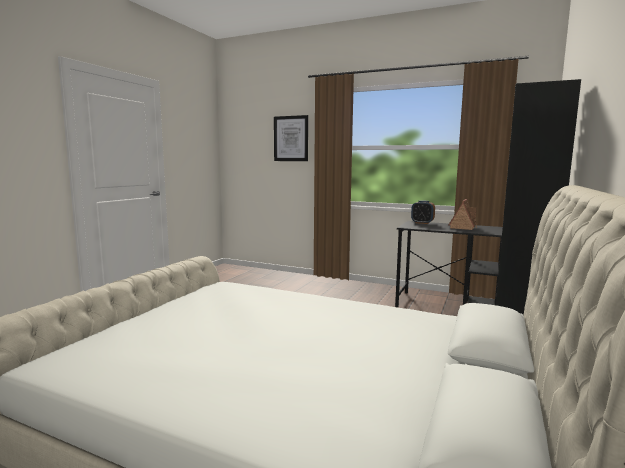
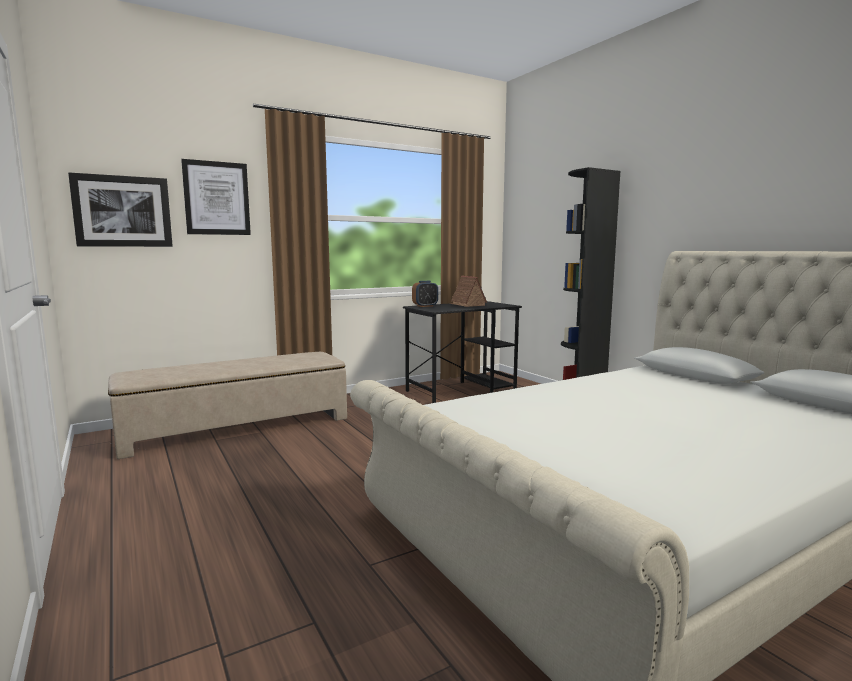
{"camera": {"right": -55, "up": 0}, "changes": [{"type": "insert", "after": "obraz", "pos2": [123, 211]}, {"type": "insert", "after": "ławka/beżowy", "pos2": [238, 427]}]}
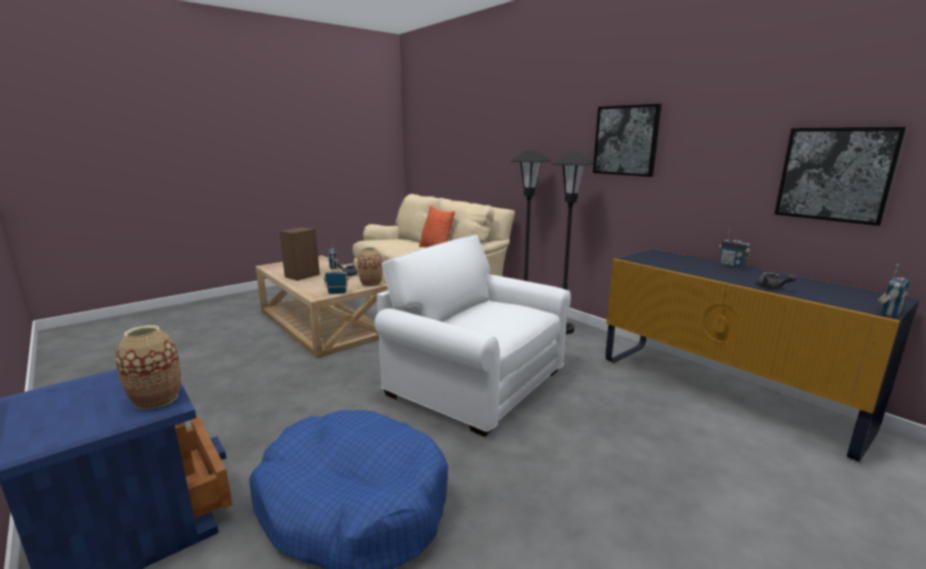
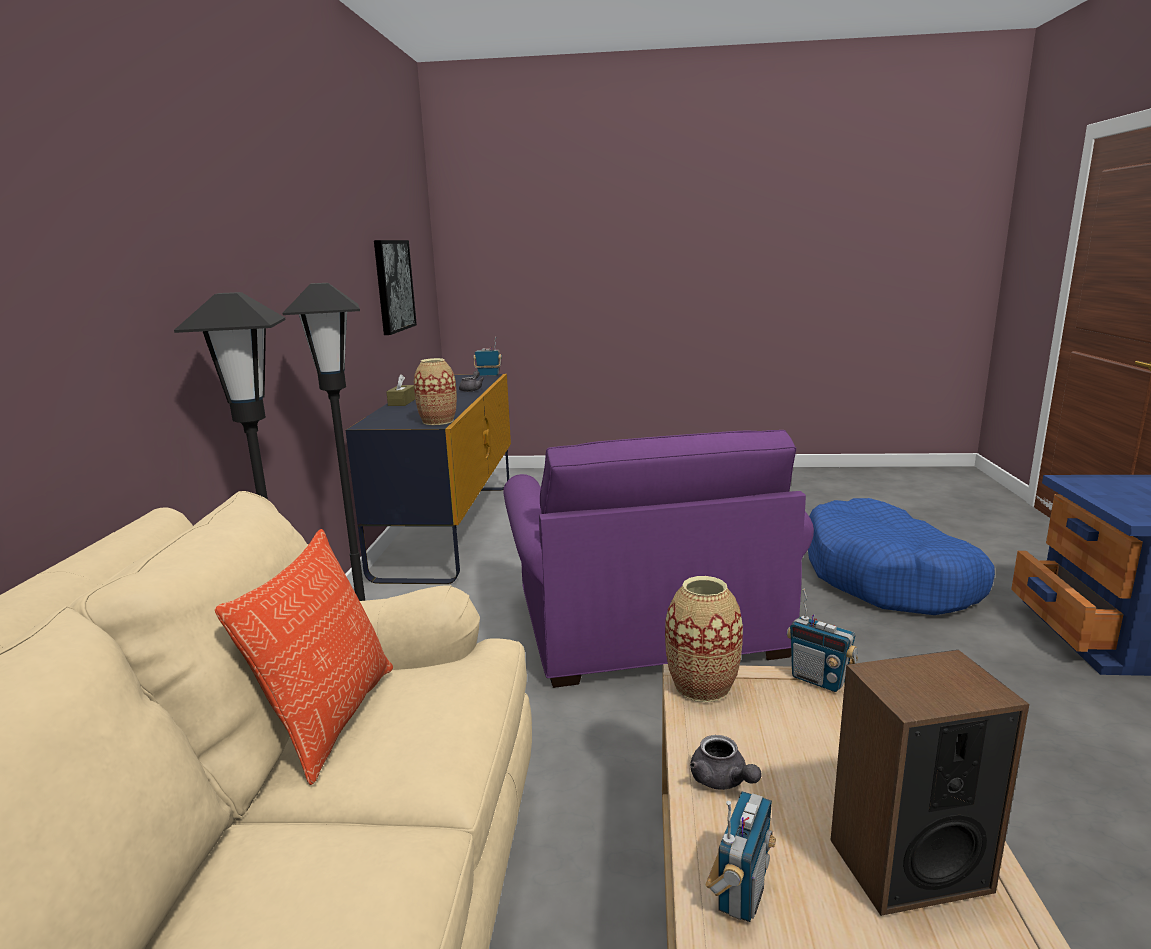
{"camera": {"right": -135, "up": 0}, "changes": [{"type": "delete", "before": "obraz", "pos1": [626, 140]}, {"type": "move", "before": "wazon", "pos1": [156, 399], "pos2": [438, 421]}, {"type": "replace", "before": "radio", "after": "pudełko chusteczek/brązowy", "pos1": [731, 266], "pos2": [402, 402]}, {"type": "recolor", "before": "fotel/biały", "after": "fotel/fioletowy", "pos1": [477, 382], "pos2": [646, 624]}]}
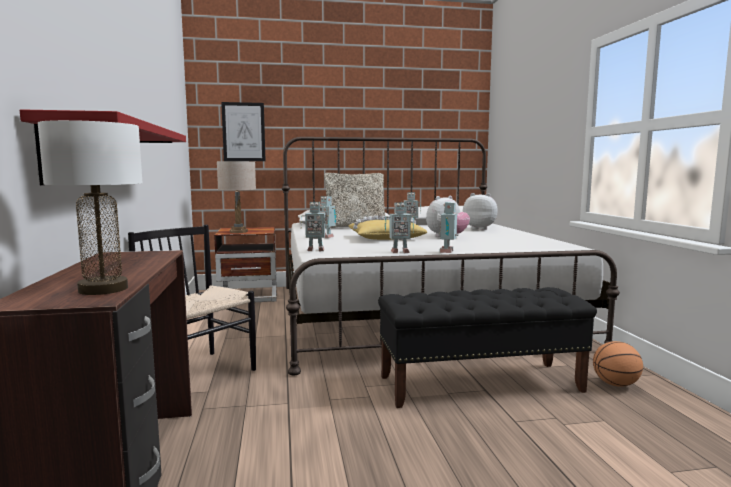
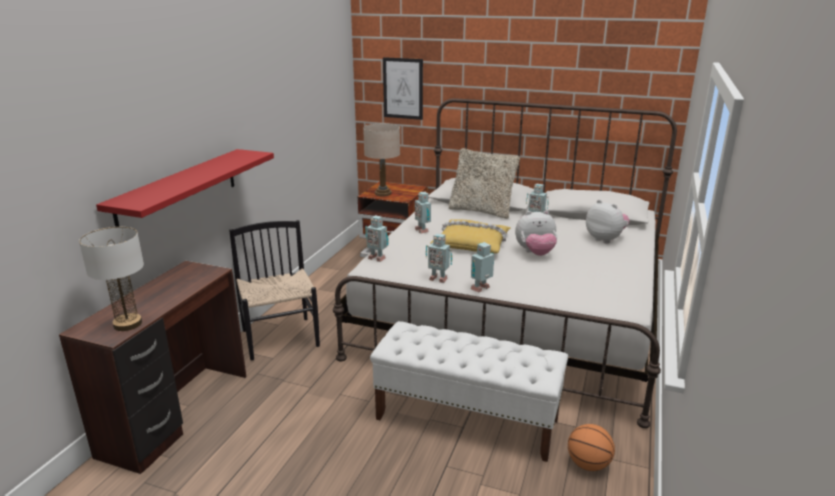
{"camera": {"right": 30, "up": 15}, "changes": [{"type": "recolor", "before": "ławka/czarny", "after": "ławka/biały", "pos1": [480, 384], "pos2": [467, 419]}]}
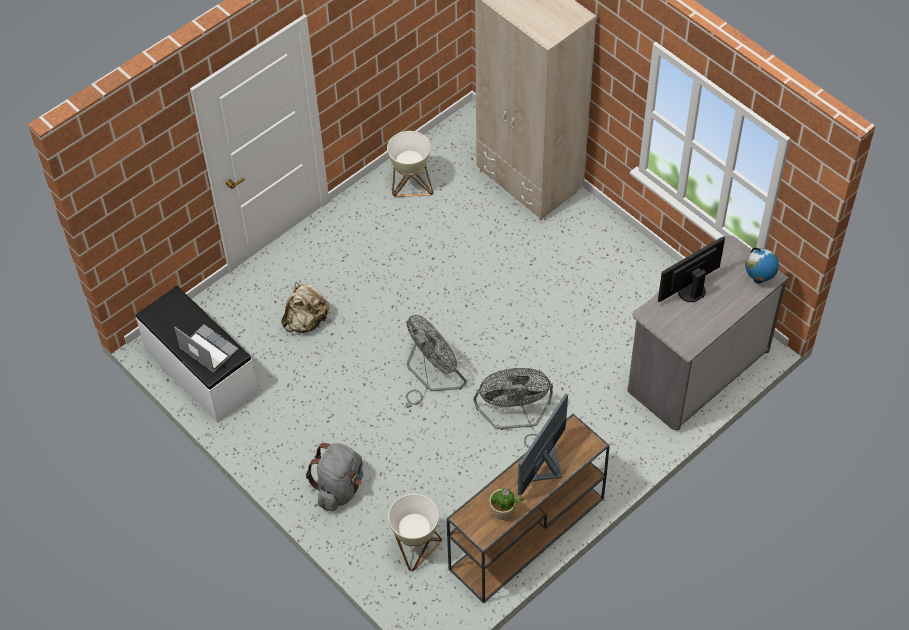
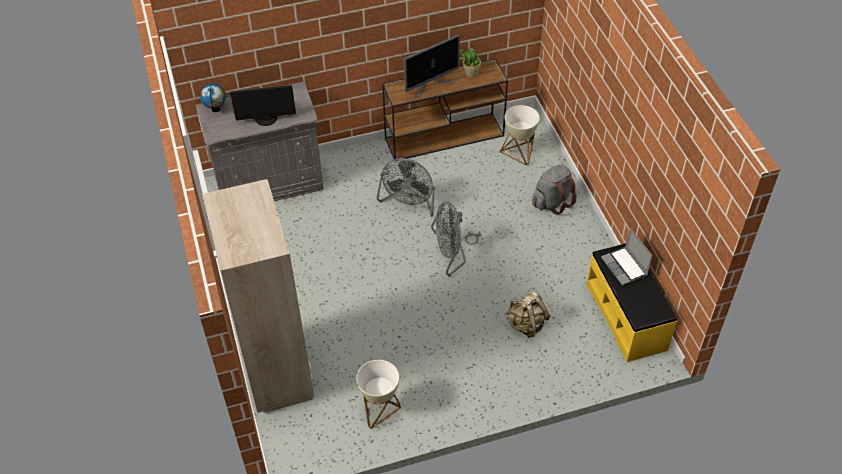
{"camera": {"right": -155, "up": -5}, "changes": [{"type": "recolor", "before": "ławka/biały", "after": "ławka/żółty", "pos1": [200, 372], "pos2": [626, 316]}]}
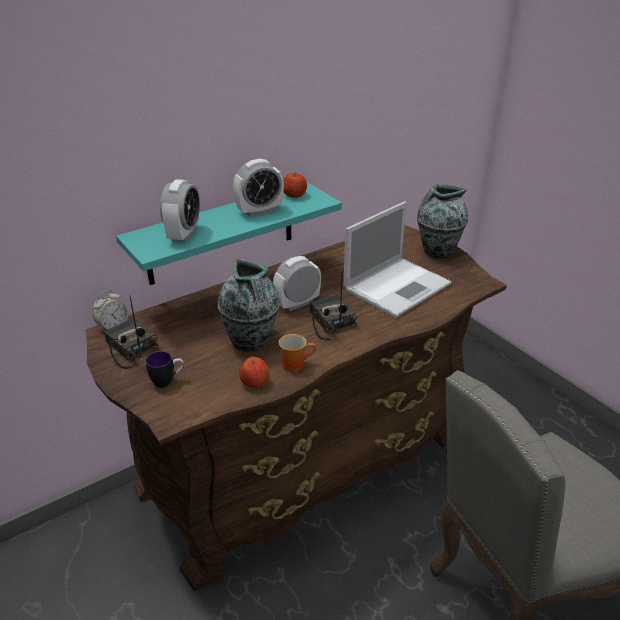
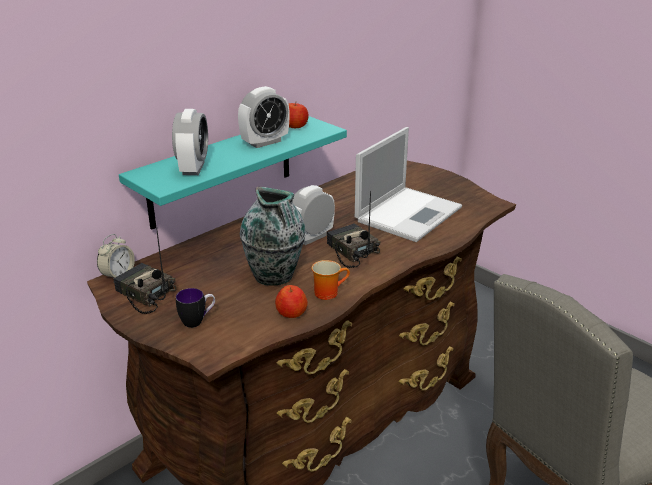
{"camera": {"right": -10, "up": -5}, "changes": [{"type": "delete", "before": "wazon", "pos1": [437, 251]}]}
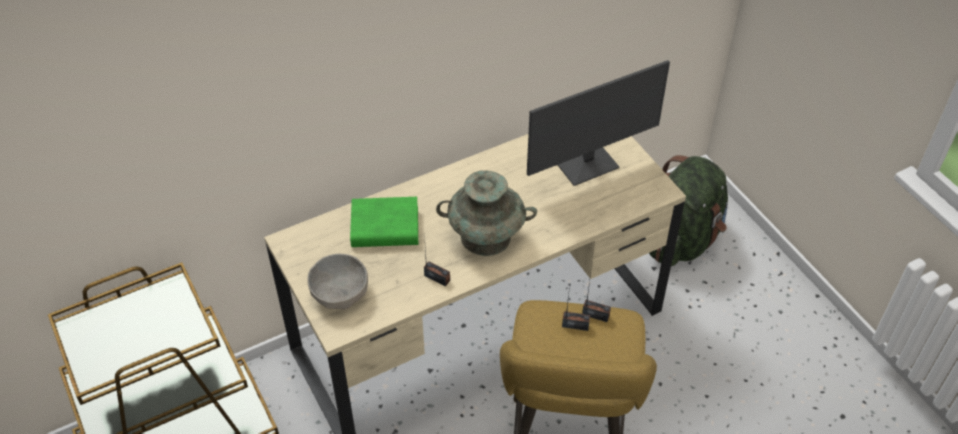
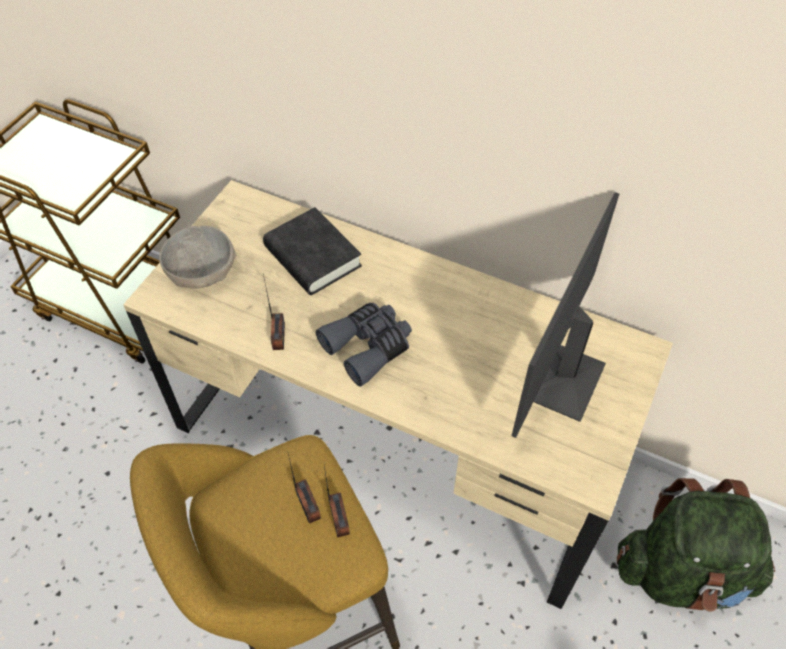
{"camera": {"right": 55, "up": 5}, "changes": [{"type": "replace", "before": "wazon/turkusowy", "after": "lornetka/szary", "pos1": [486, 237], "pos2": [368, 346]}, {"type": "recolor", "before": "książka/zielony", "after": "książka/czarny", "pos1": [385, 227], "pos2": [312, 257]}, {"type": "rotate", "before": "monitor", "pos1": [587, 164], "pos2": [561, 379], "turn": 90}]}
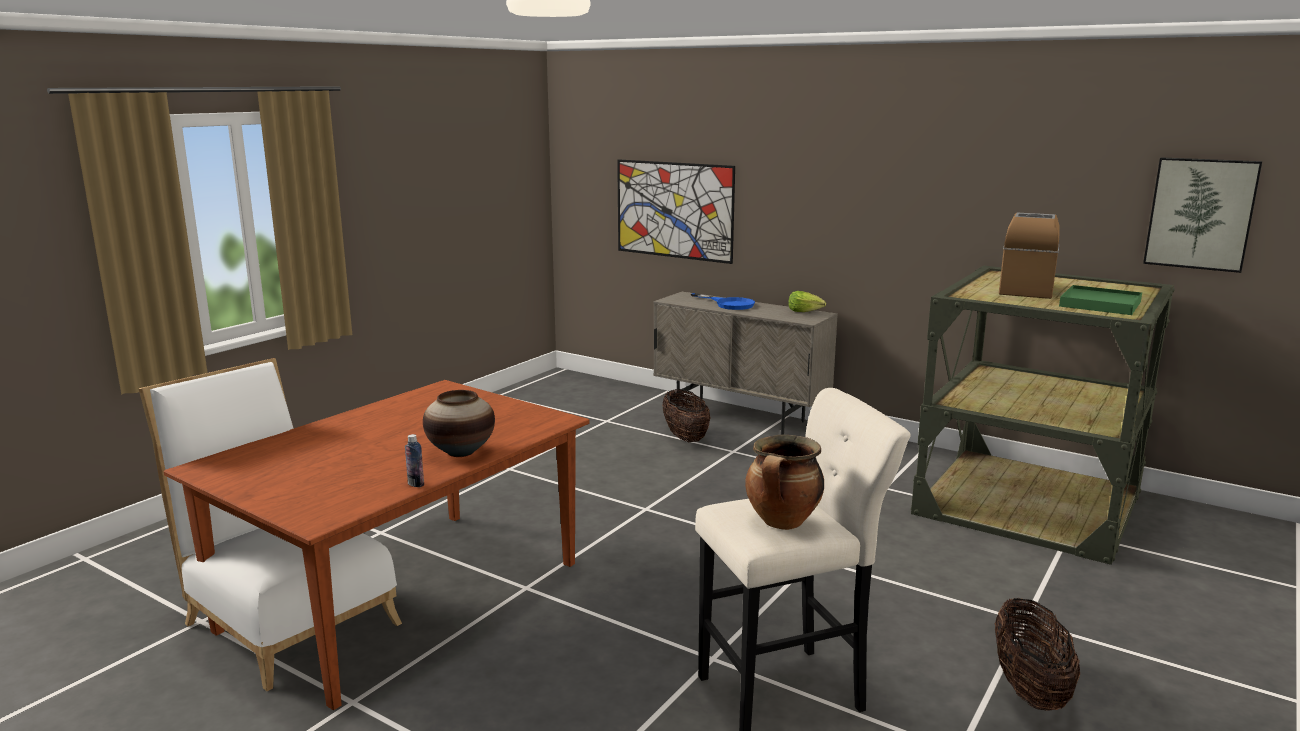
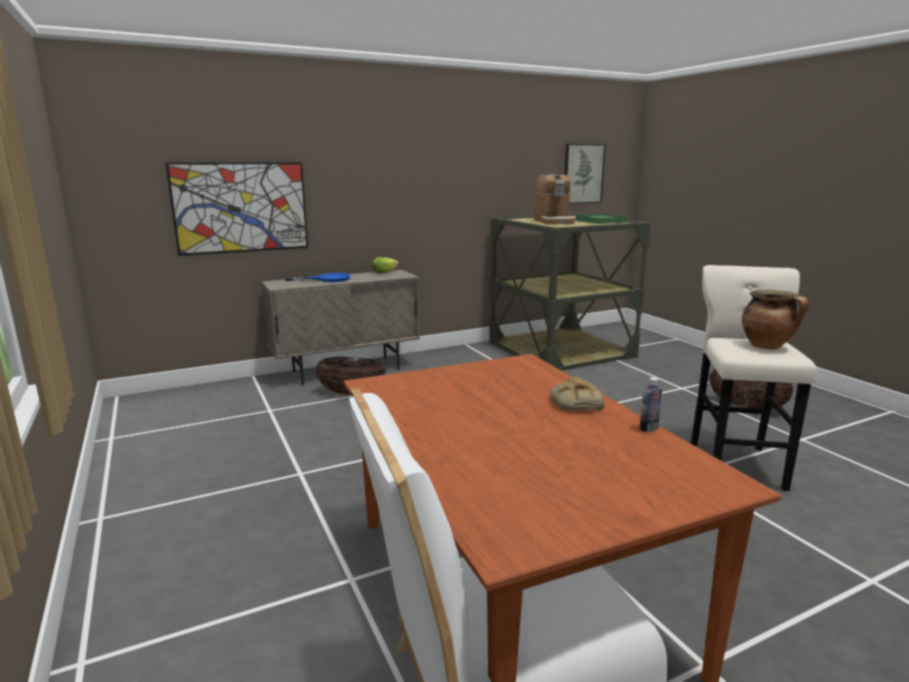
{"camera": {"right": -60, "up": 0}, "changes": [{"type": "replace", "before": "wazon", "after": "chleb", "pos1": [461, 452], "pos2": [575, 402]}, {"type": "rotate", "before": "ekspres do kawy", "pos1": [1026, 289], "pos2": [553, 221], "turn": -150}]}
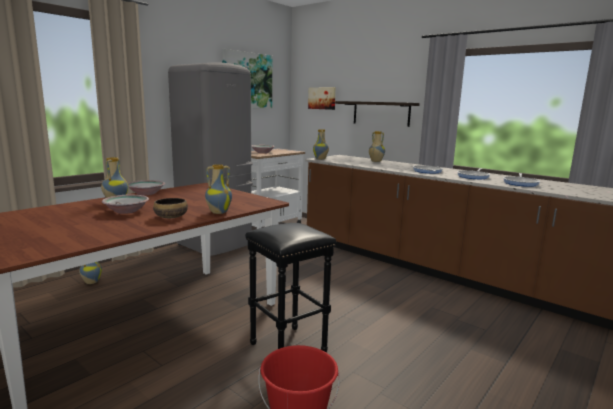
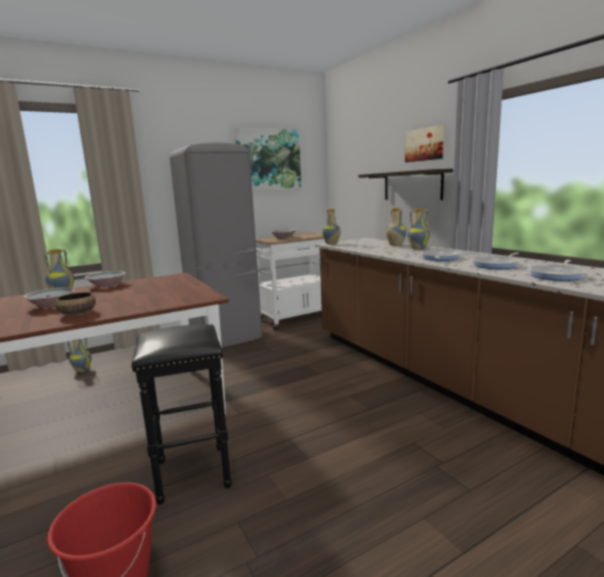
{"camera": {"right": 20, "up": 0}, "changes": [{"type": "move", "before": "wazon", "pos1": [218, 212], "pos2": [417, 248]}, {"type": "move", "before": "obraz", "pos1": [322, 98], "pos2": [425, 144]}]}
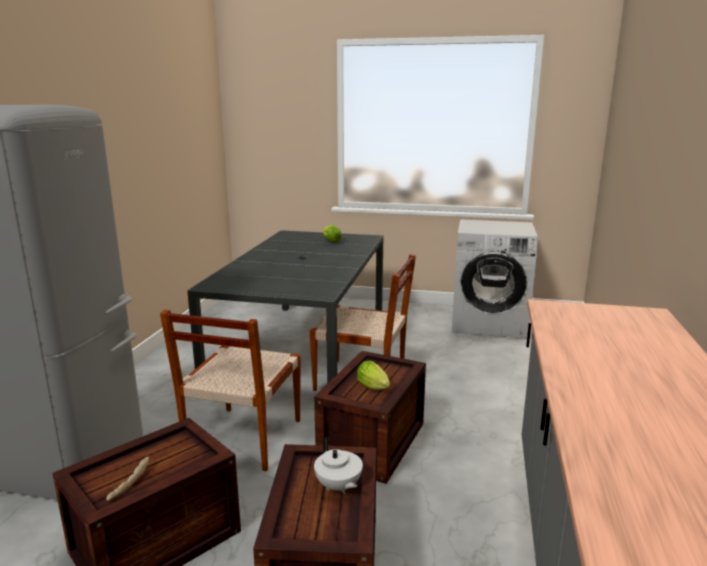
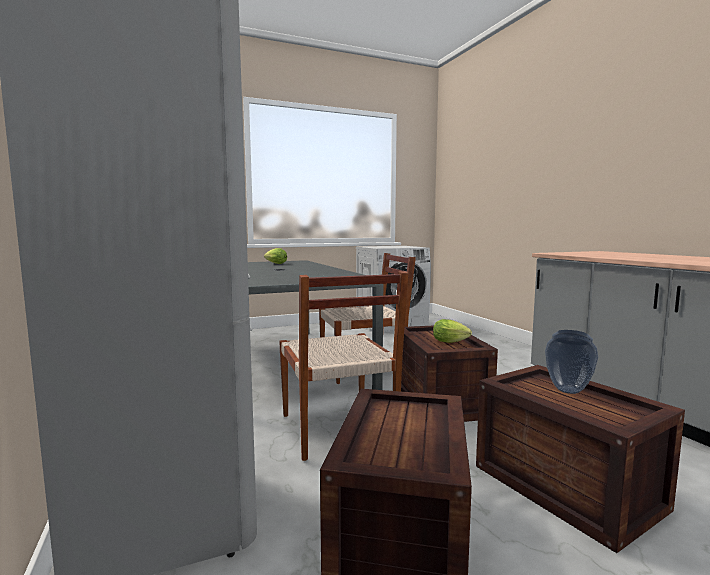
{"camera": {"right": -35, "up": -10}, "changes": [{"type": "delete", "before": "chleb", "pos1": [129, 483]}, {"type": "replace", "before": "imbryk/biały", "after": "wazon", "pos1": [338, 487], "pos2": [569, 390]}]}
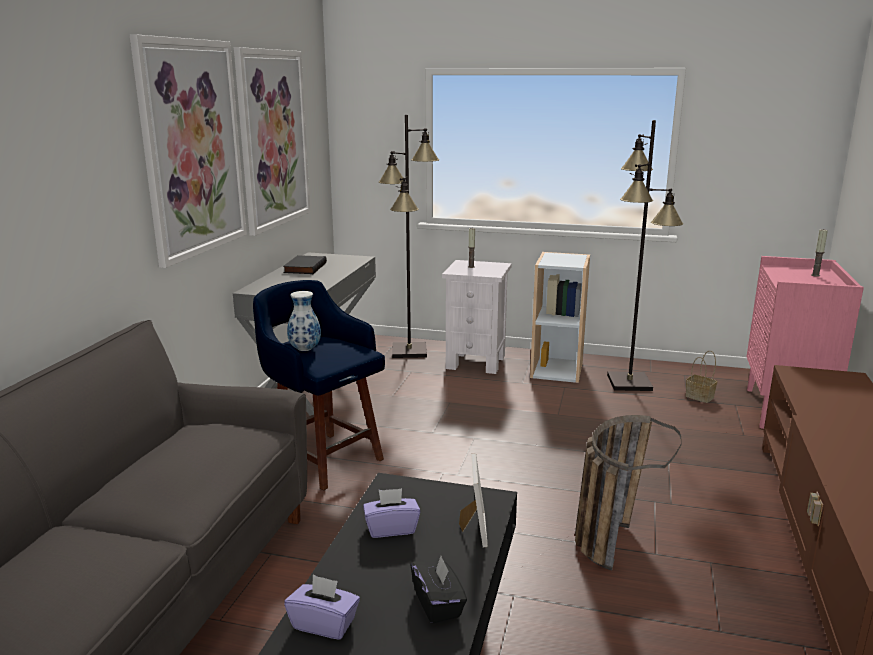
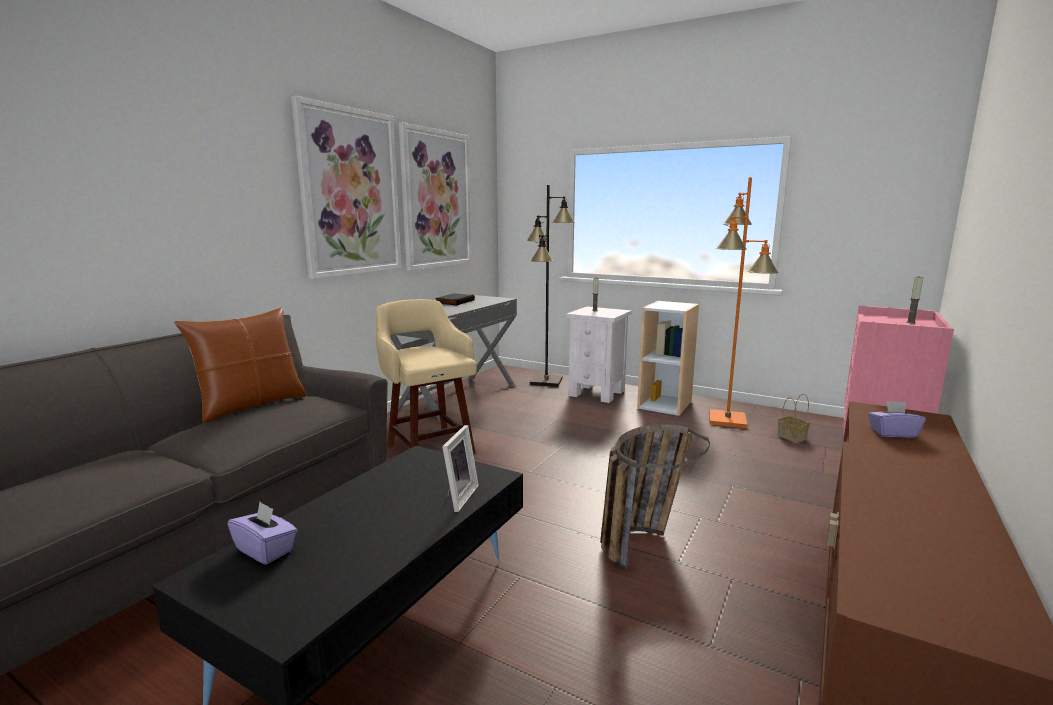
{"camera": {"right": 15, "up": -5}, "changes": [{"type": "delete", "before": "wazon", "pos1": [305, 349]}, {"type": "delete", "before": "pudełko chusteczek/czarny", "pos1": [438, 604]}, {"type": "insert", "after": "poduszka/brązowy", "pos2": [251, 405]}, {"type": "move", "before": "pudełko chusteczek/fioletowy", "pos1": [391, 528], "pos2": [893, 433]}, {"type": "recolor", "before": "stołek/niebieski", "after": "stołek/beżowy", "pos1": [324, 459], "pos2": [429, 448]}, {"type": "recolor", "before": "lampa stojąca/czarny", "after": "lampa stojąca/pomarańczowy", "pos1": [629, 382], "pos2": [728, 420]}]}
